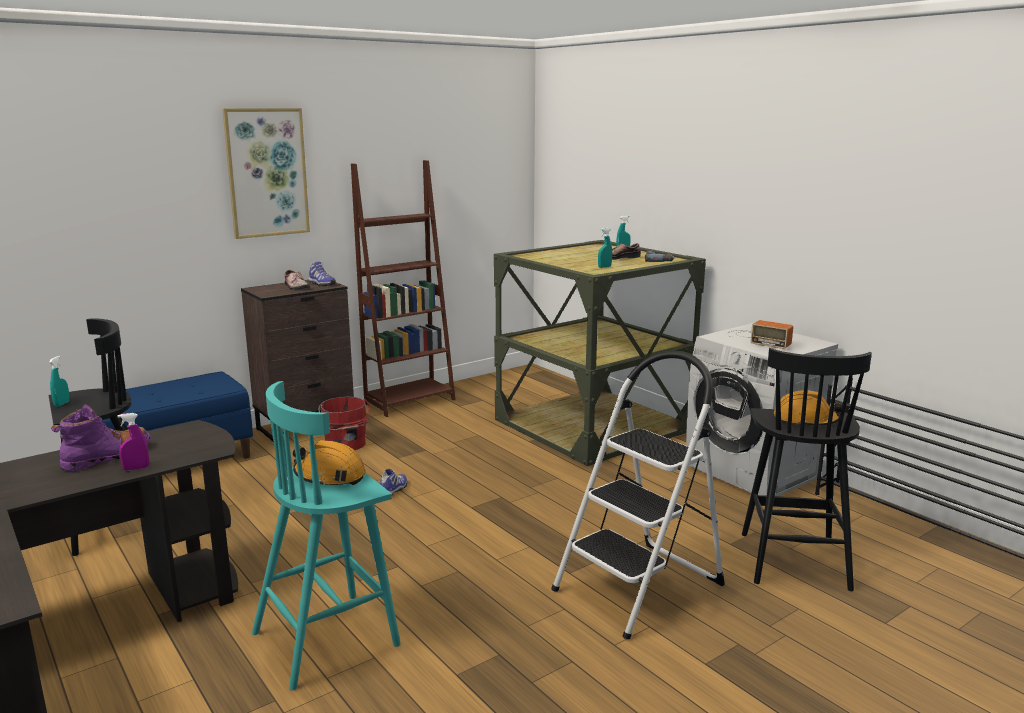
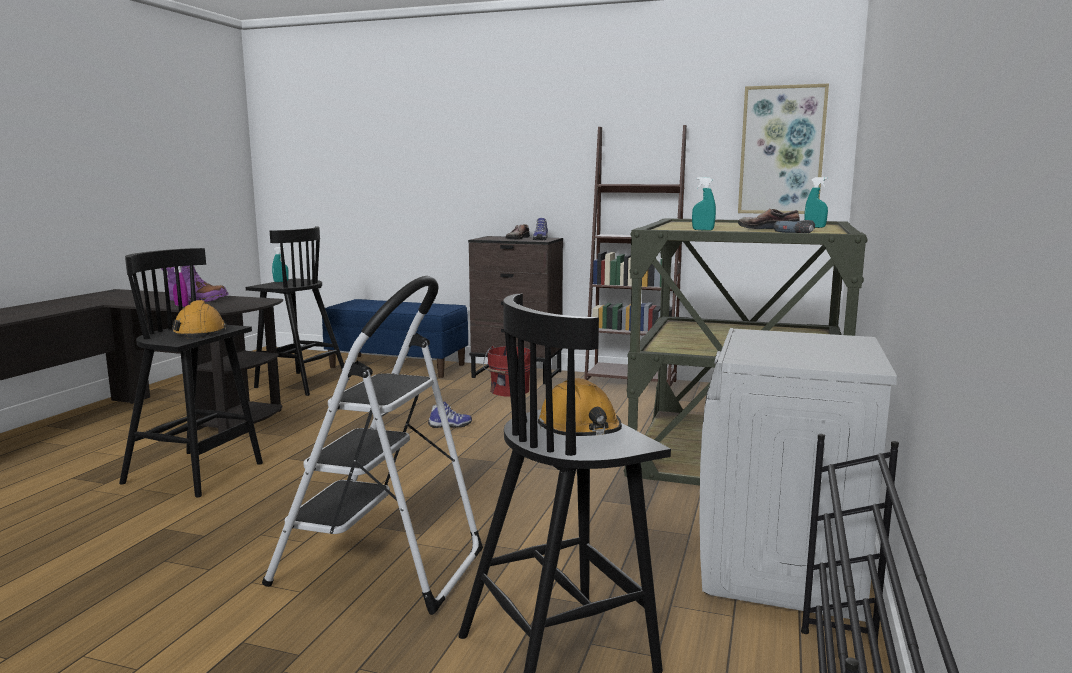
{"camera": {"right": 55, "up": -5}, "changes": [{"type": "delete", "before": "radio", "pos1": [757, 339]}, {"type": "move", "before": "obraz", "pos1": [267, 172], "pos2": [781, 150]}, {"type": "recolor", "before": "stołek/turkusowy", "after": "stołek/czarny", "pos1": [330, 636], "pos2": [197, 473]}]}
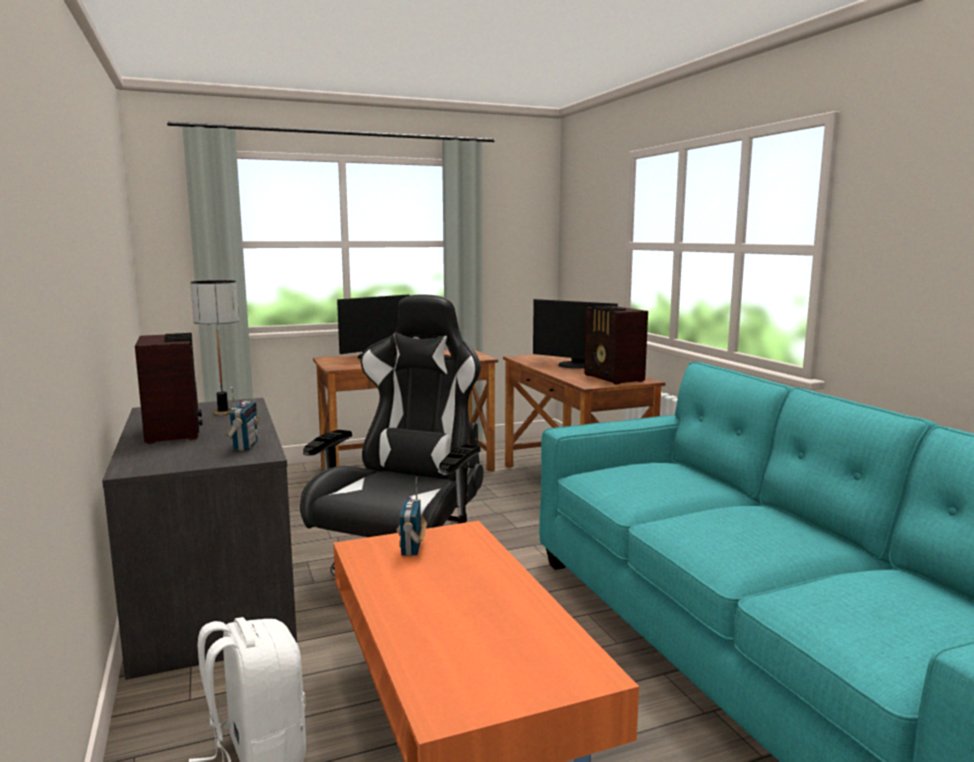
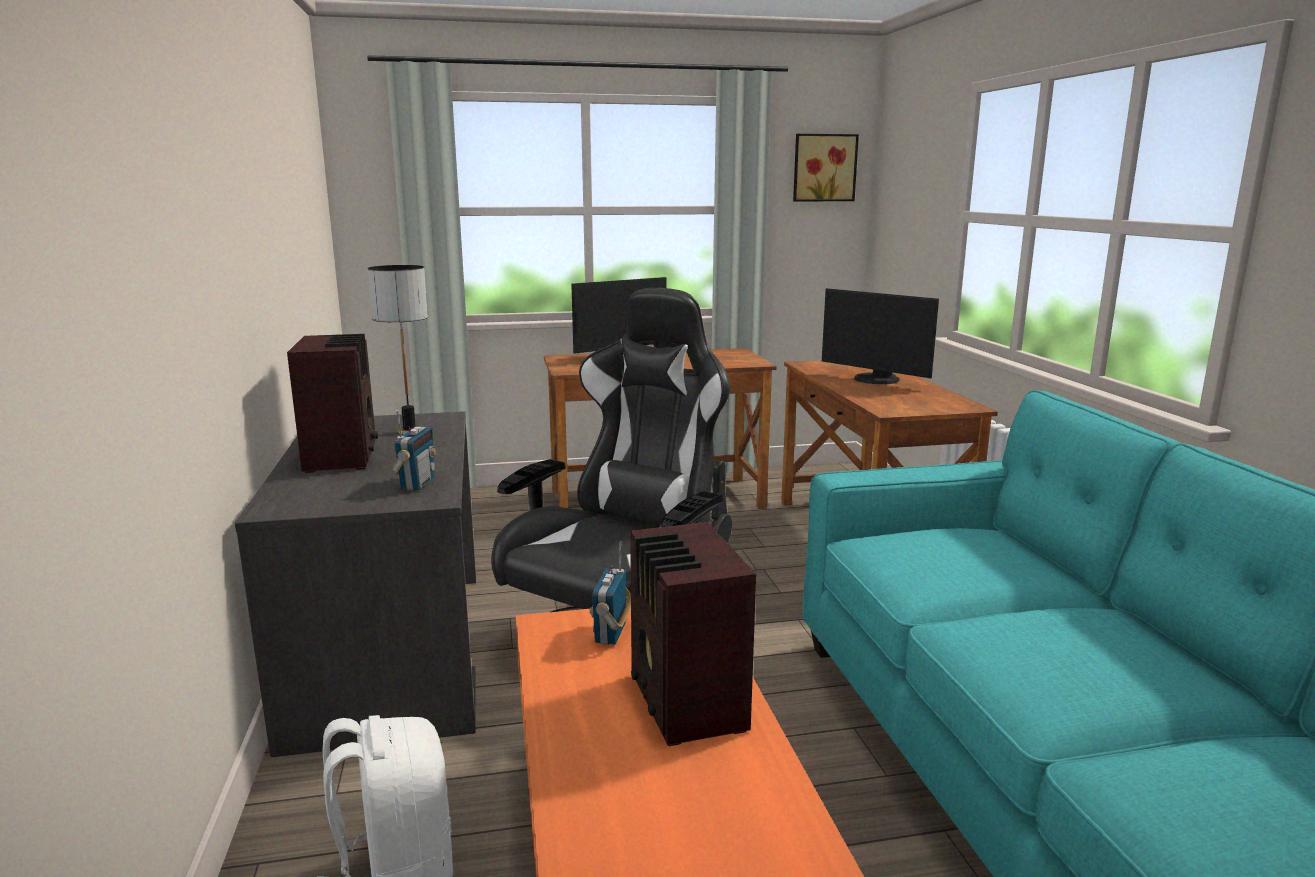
{"camera": {"right": 10, "up": 5}, "changes": [{"type": "insert", "after": "obraz", "pos2": [823, 168]}, {"type": "move", "before": "radio", "pos1": [613, 378], "pos2": [686, 704]}]}
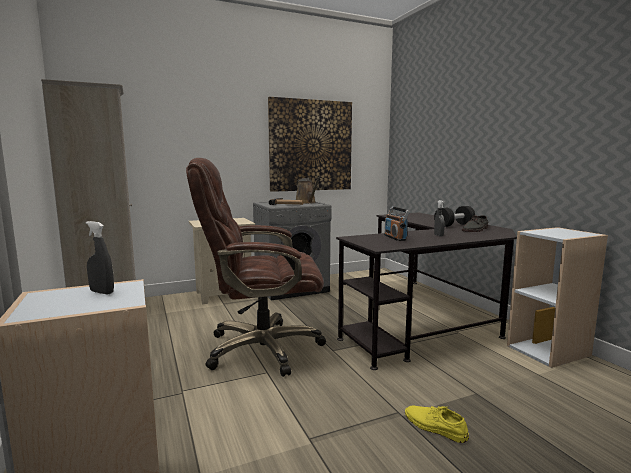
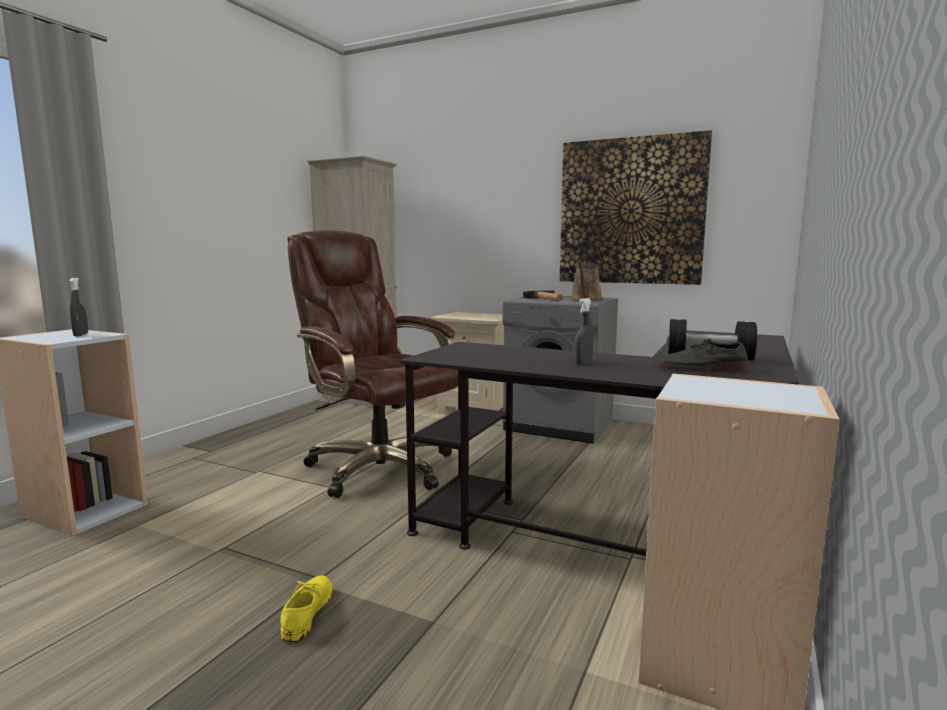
{"camera": {"right": 50, "up": 0}, "changes": [{"type": "delete", "before": "radio", "pos1": [395, 237]}]}
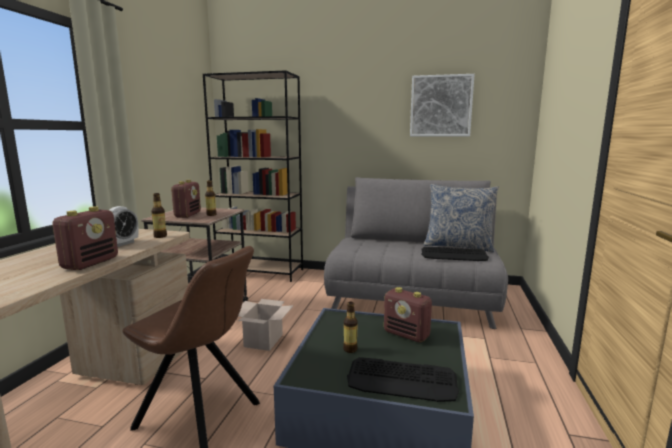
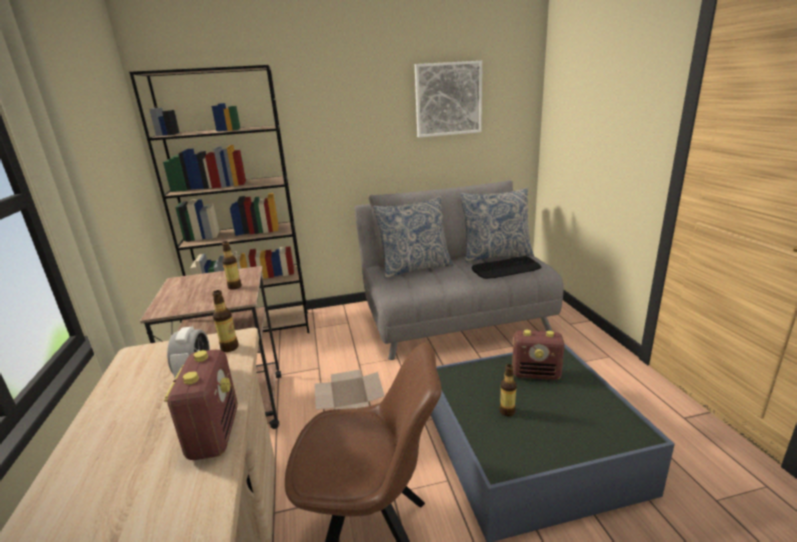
{"camera": {"right": -25, "up": 10}, "changes": [{"type": "delete", "before": "radio", "pos1": [187, 215]}, {"type": "delete", "before": "klawiatura", "pos1": [402, 380]}, {"type": "insert", "after": "poduszka", "pos2": [415, 268]}]}
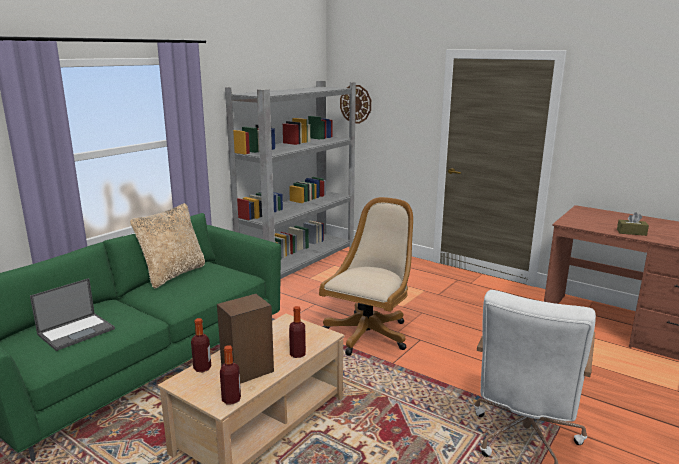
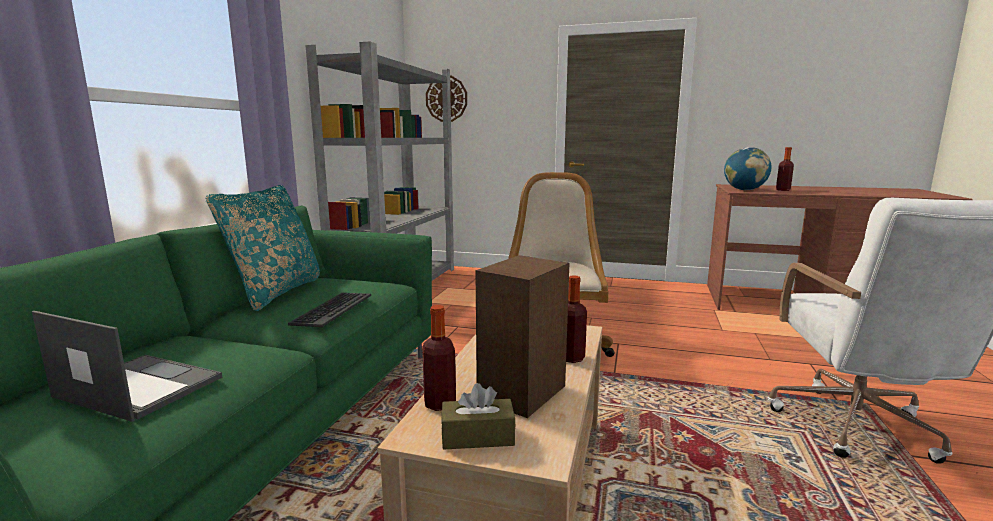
{"camera": {"right": -20, "up": -5}, "changes": [{"type": "insert", "after": "klawiatura", "pos2": [332, 309]}, {"type": "insert", "after": "globus", "pos2": [744, 190]}, {"type": "move", "before": "butelka", "pos1": [231, 399], "pos2": [783, 190]}, {"type": "move", "before": "pudełko chusteczek/brązowy", "pos1": [631, 232], "pos2": [477, 437]}, {"type": "recolor", "before": "poduszka/beżowy", "after": "poduszka/turkusowy", "pos1": [174, 275], "pos2": [277, 293]}, {"type": "rotate", "before": "laptop", "pos1": [77, 331], "pos2": [137, 387], "turn": -90}]}
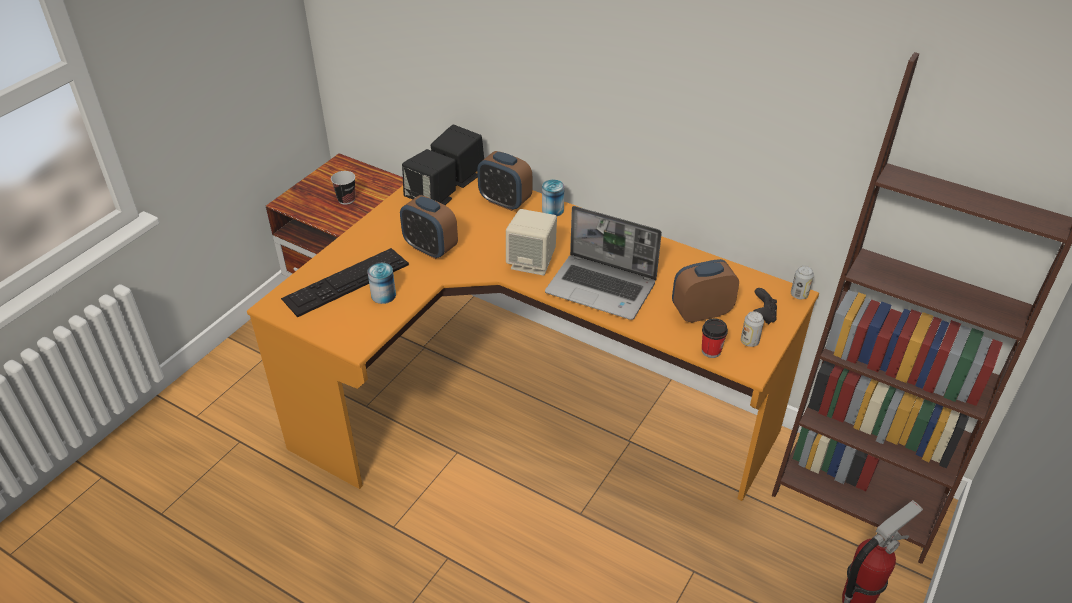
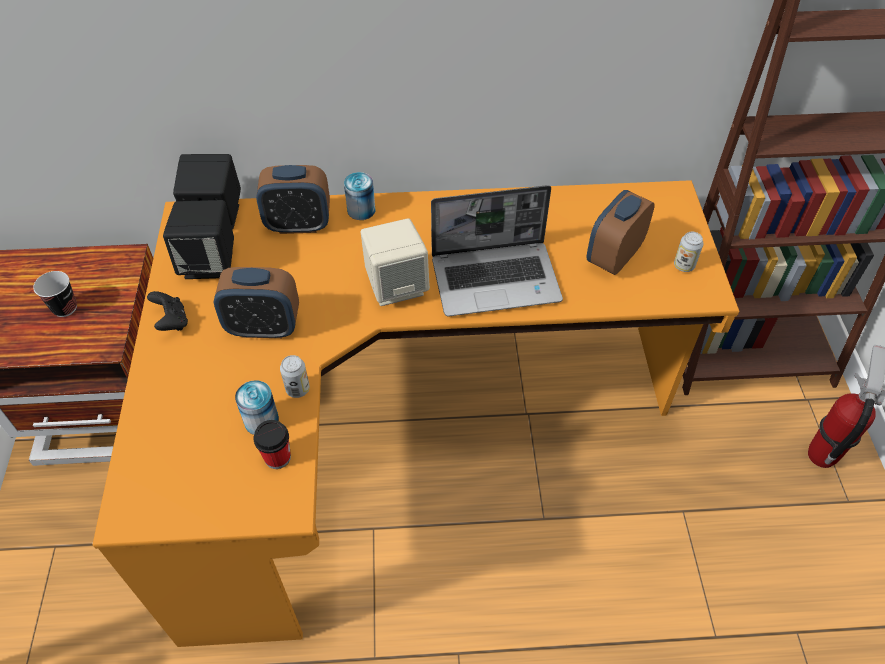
{"camera": {"right": -35, "up": 10}, "changes": [{"type": "delete", "before": "klawiatura", "pos1": [346, 281]}, {"type": "move", "before": "filiżanka", "pos1": [711, 351], "pos2": [277, 457]}, {"type": "move", "before": "pad do gier/czarny", "pos1": [763, 316], "pos2": [172, 322]}, {"type": "move", "before": "puszka", "pos1": [799, 295], "pos2": [298, 389]}]}
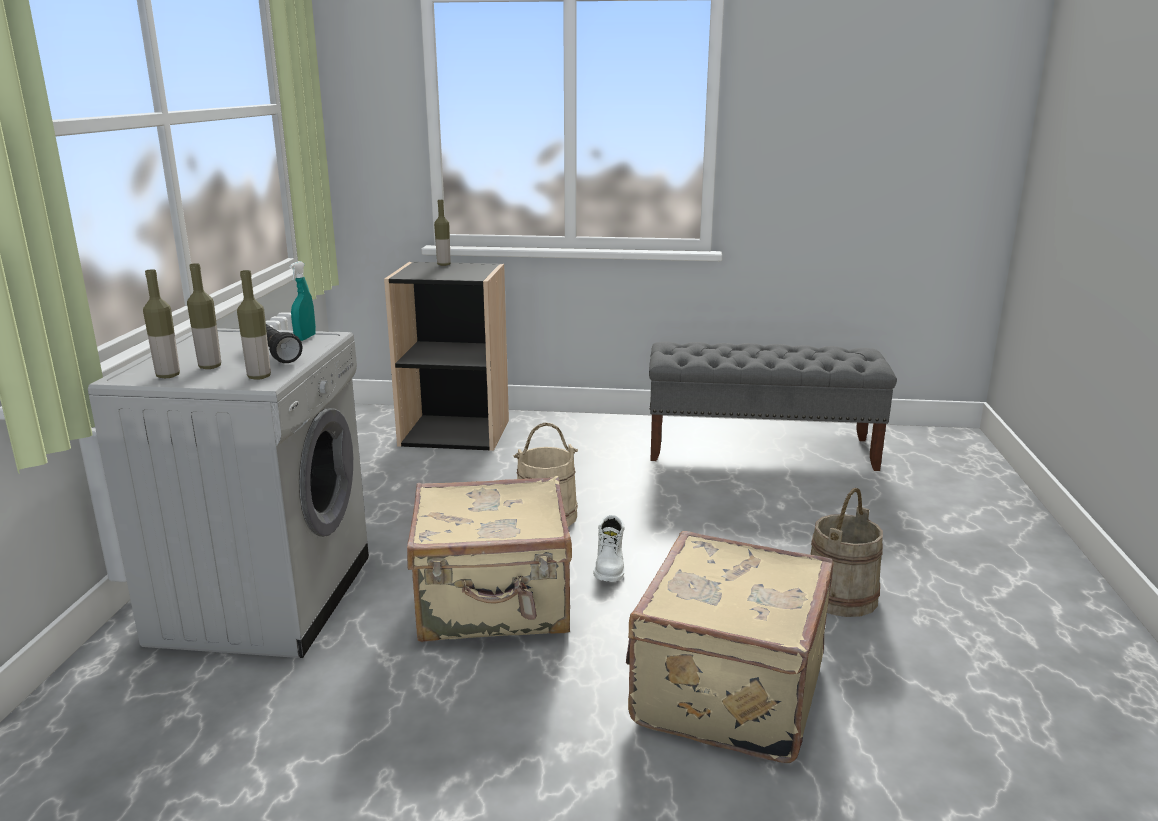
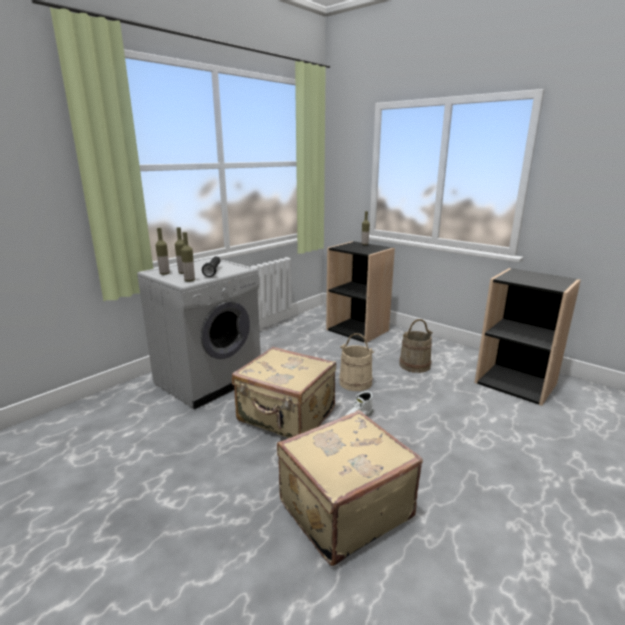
{"camera": {"right": 35, "up": 0}, "changes": [{"type": "delete", "before": "spryskiwacz/turkusowy", "pos1": [305, 338]}, {"type": "move", "before": "wiadro/beżowy", "pos1": [841, 596], "pos2": [414, 365]}, {"type": "replace", "before": "ławka/szary", "after": "regał/czarny", "pos1": [761, 449], "pos2": [516, 383]}]}
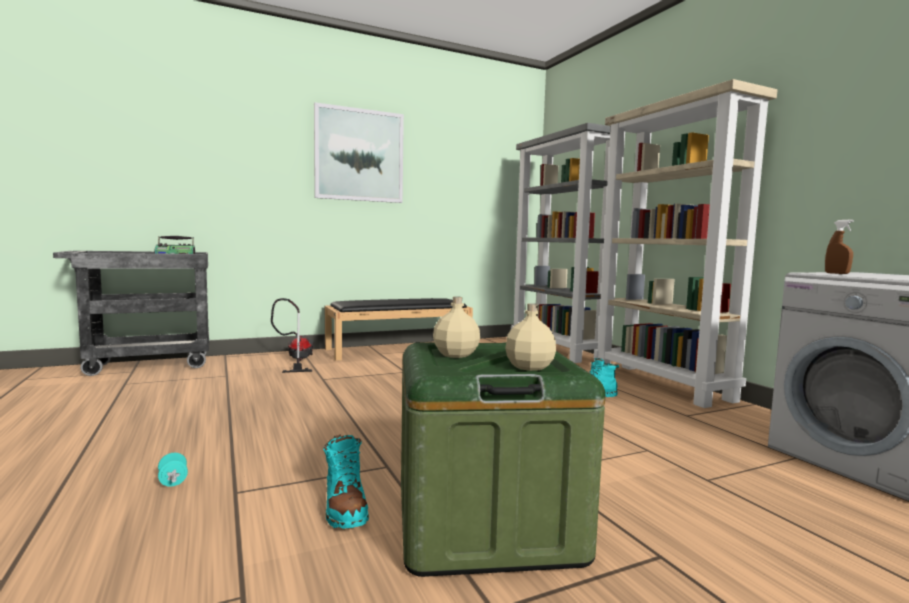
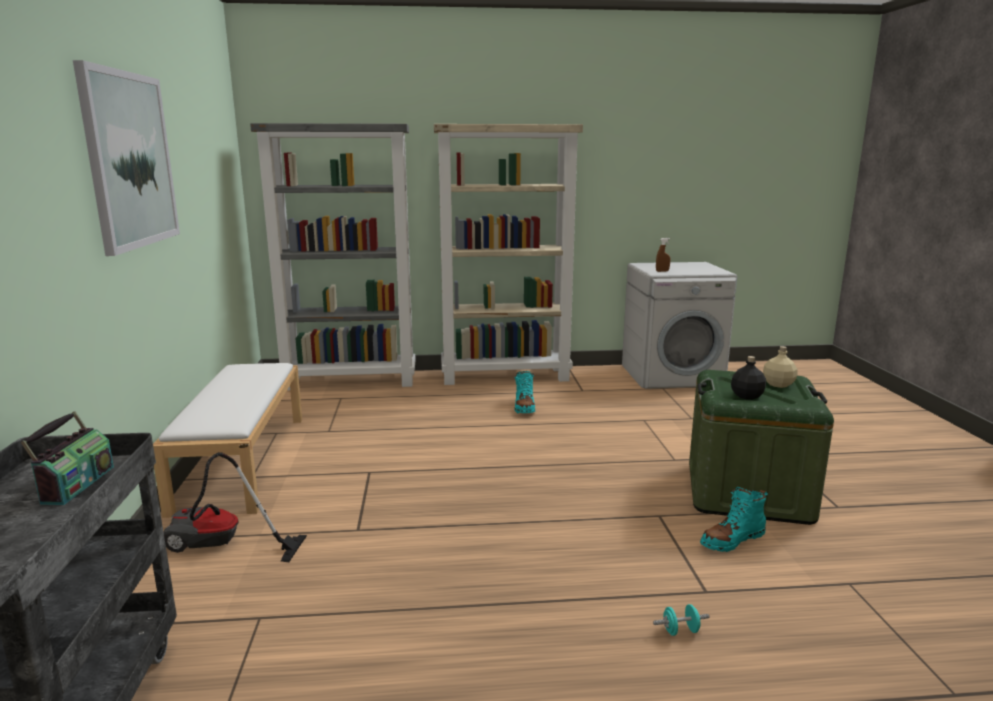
{"camera": {"right": -70, "up": 10}, "changes": [{"type": "recolor", "before": "ławka/czarny", "after": "ławka/biały", "pos1": [399, 349], "pos2": [242, 460]}, {"type": "recolor", "before": "butelka/beżowy", "after": "butelka/czarny", "pos1": [456, 354], "pos2": [746, 396]}, {"type": "rotate", "before": "but z cholewką/turkusowy", "pos1": [344, 508], "pos2": [732, 540], "turn": 150}]}
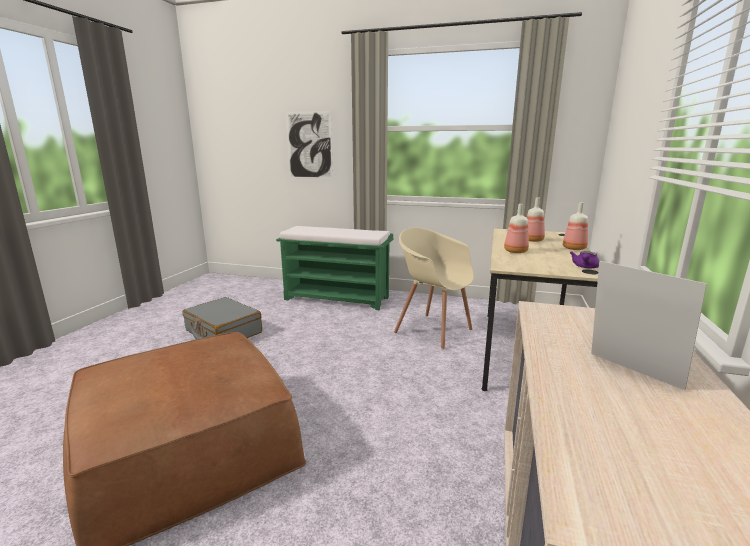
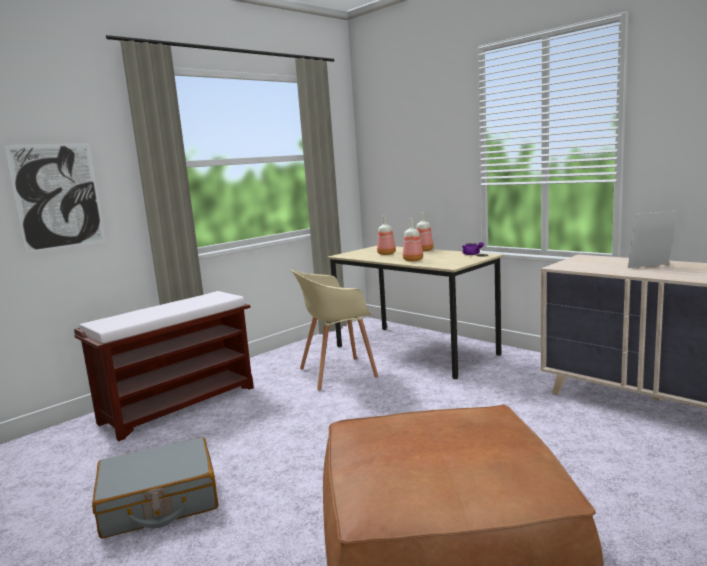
{"camera": {"right": -60, "up": -5}, "changes": [{"type": "recolor", "before": "ławka/zielony", "after": "ławka/brązowy", "pos1": [338, 298], "pos2": [180, 404]}]}
